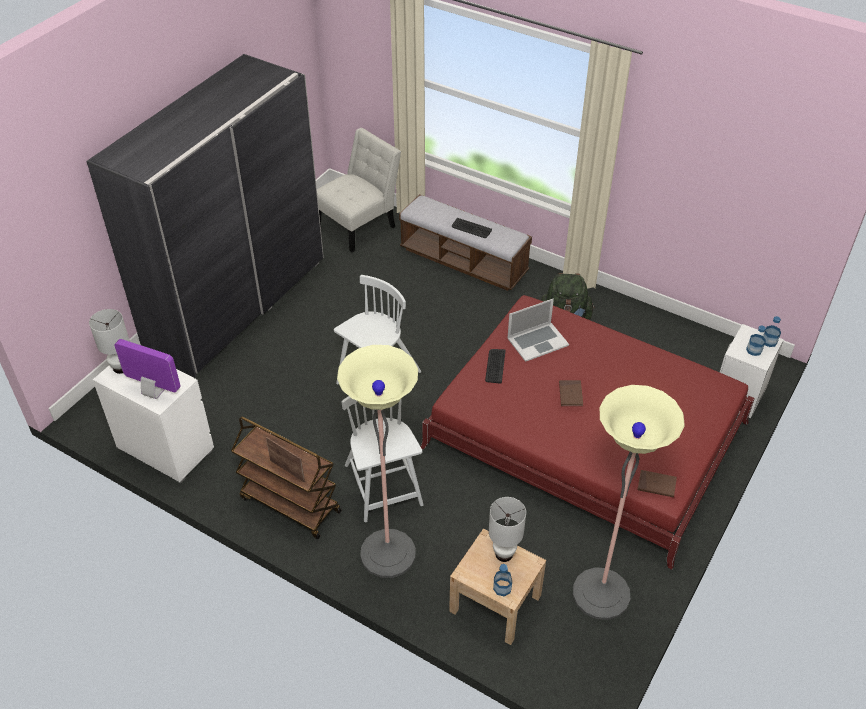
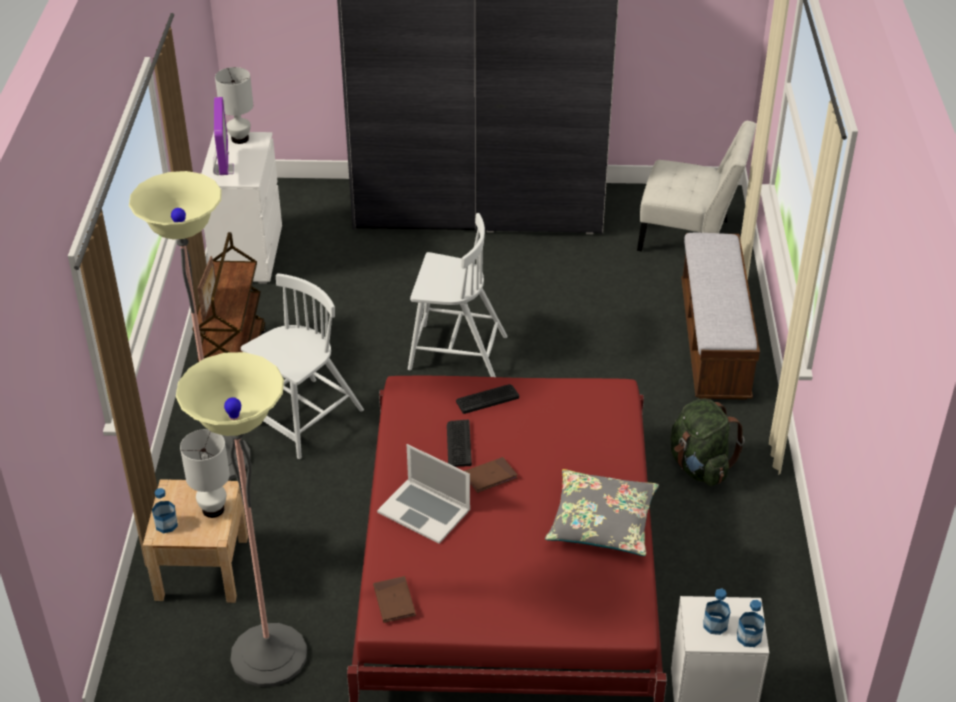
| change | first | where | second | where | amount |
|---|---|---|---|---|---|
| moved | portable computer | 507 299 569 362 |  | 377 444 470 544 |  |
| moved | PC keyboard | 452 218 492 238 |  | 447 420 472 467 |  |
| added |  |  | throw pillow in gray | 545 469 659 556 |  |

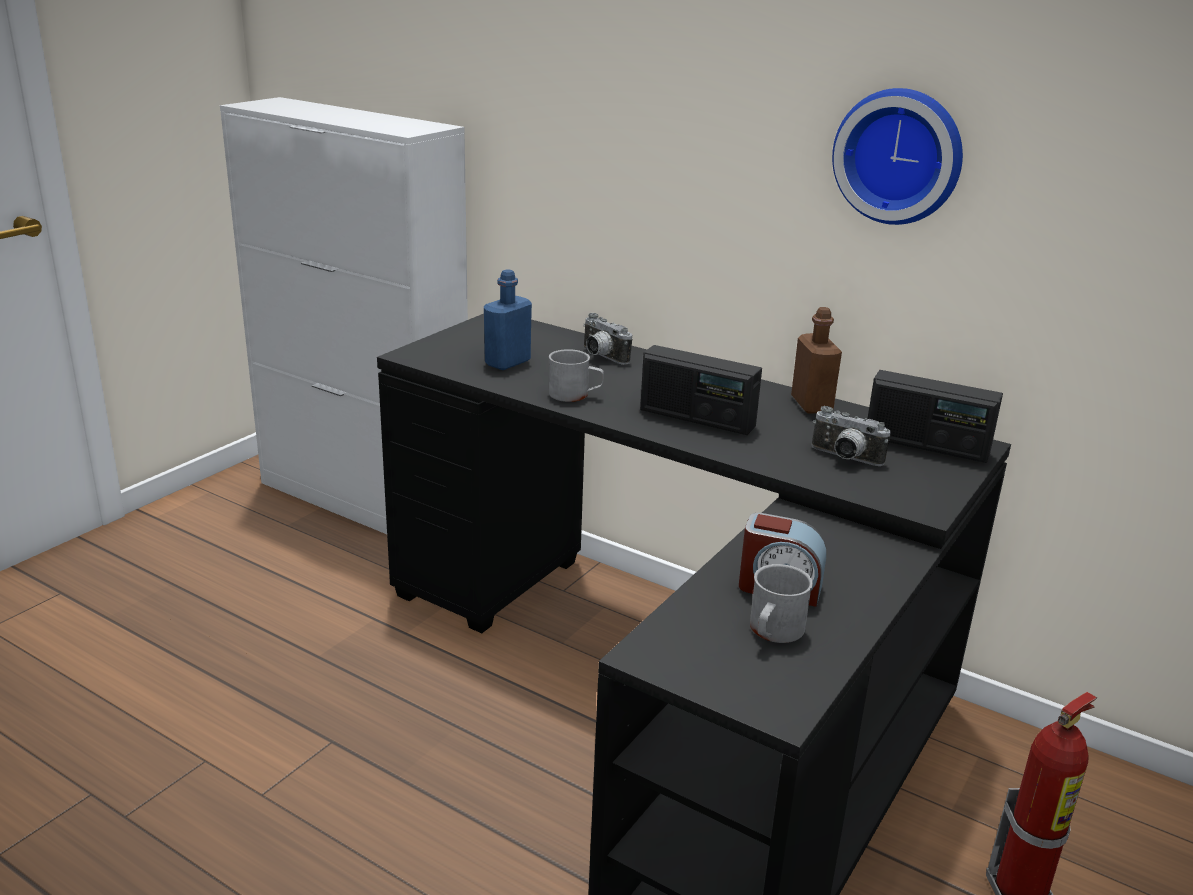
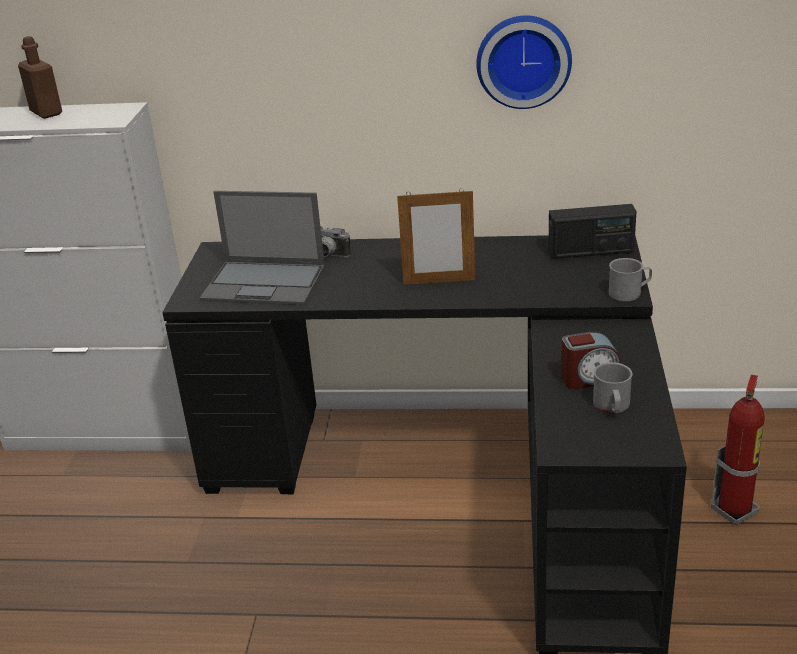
| change | first | where | second | where | amount |
|---|---|---|---|---|---|
| moved | drink bottle in brownish | 791 307 842 414 |  | 18 36 62 119 |  |
| replaced | drink bottle in blue | 484 269 532 370 | portable computer | 200 191 325 305 |  |
| replaced | radio set | 640 345 762 435 | picture frame | 397 188 475 285 |  |
| moved | tea mug in gray | 549 349 604 402 |  | 609 258 652 302 |  |
| removed | still camera | 811 406 891 466 |  |  |  |

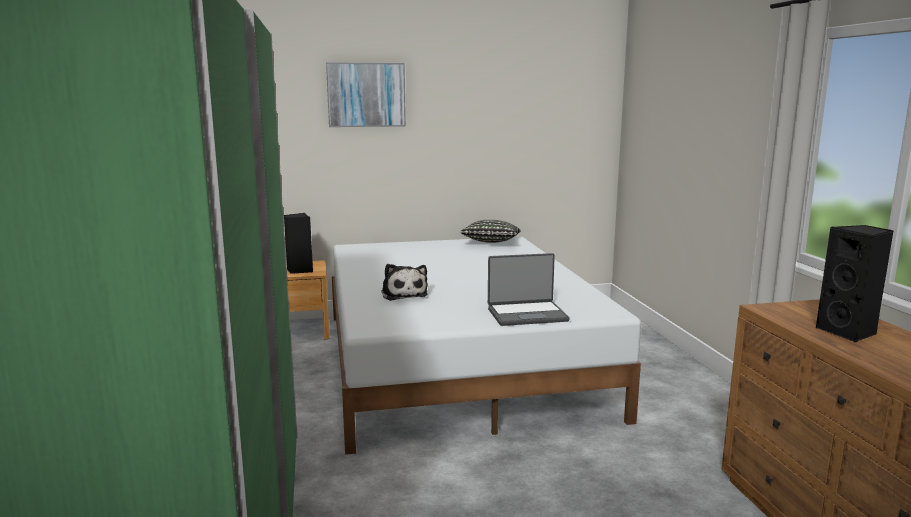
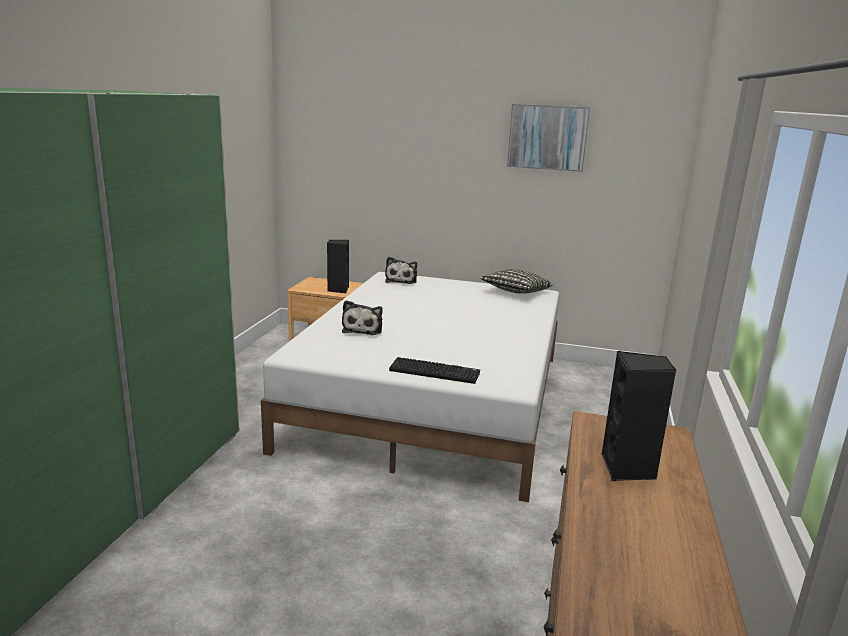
| change | first | where | second | where | amount |
|---|---|---|---|---|---|
| added |  |  | cuddly toy | 385 257 417 284 |  |
| replaced | portable computer | 488 253 570 326 | PC keyboard | 389 357 480 384 |  |
| moved | picture | 326 62 406 127 |  | 507 104 590 172 |  |

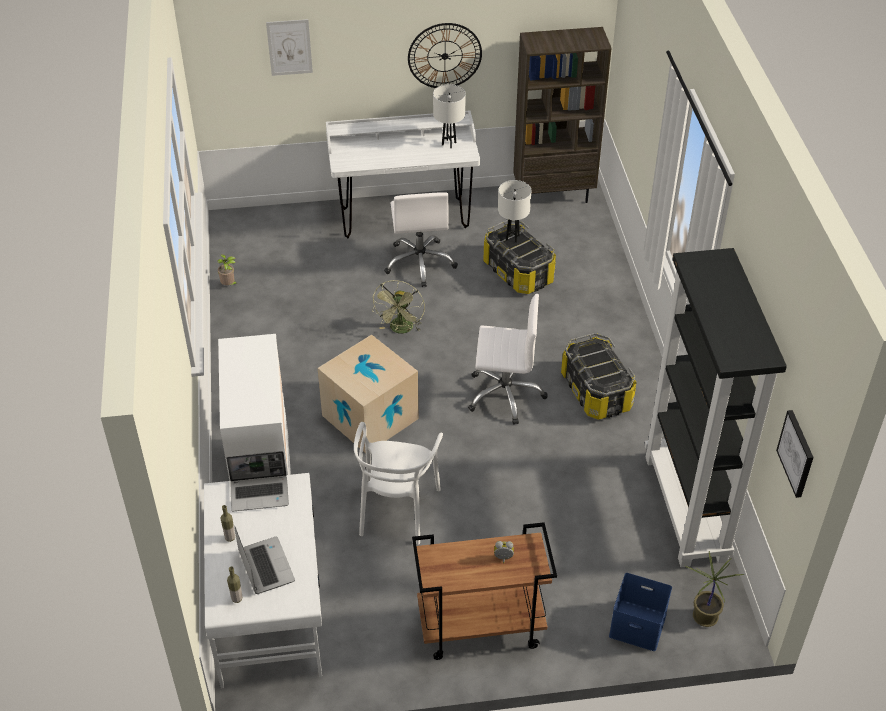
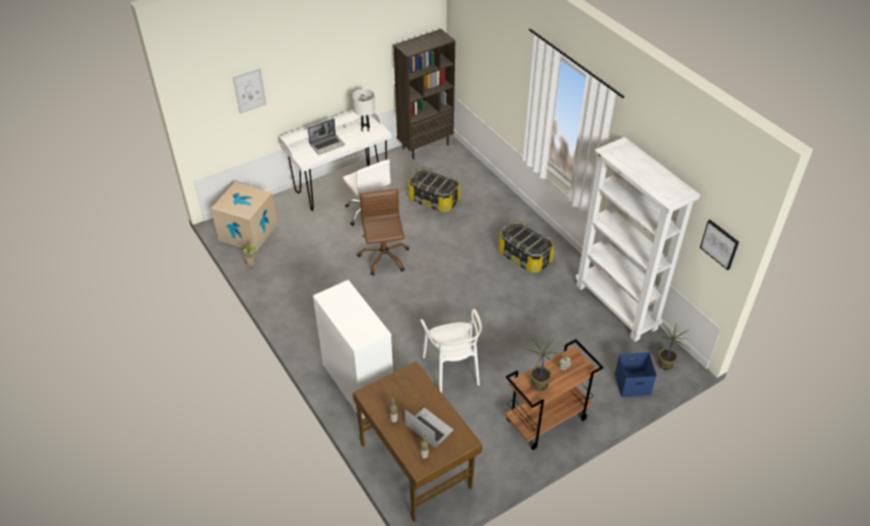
| change | first | where | second | where | amount |
|---|---|---|---|---|---|
| moved | cardboard box | 318 335 419 453 |  | 211 182 278 252 |  |
| moved | portable computer | 226 451 289 511 |  | 308 119 345 155 |  |
| recoloured | desk unit in whitish | 204 473 322 688 | desk unit in brownish | 353 361 482 522 |  |
| replaced | cooling fan in greenish | 372 280 425 334 | desk chair in brownish | 357 189 409 276 |  |
| added |  |  | plant in a pot | 521 338 560 391 |  |
| recoloured | bookcase in blackish | 644 248 787 568 | bookcase in whitish | 575 137 700 342 |  |
| removed | hanging clock | 408 23 482 88 |  |  |  |
| removed | desk chair in whitish | 468 294 548 425 |  |  |  |
| removed | lamp for a table in whitish | 498 180 531 243 |  |  |  |

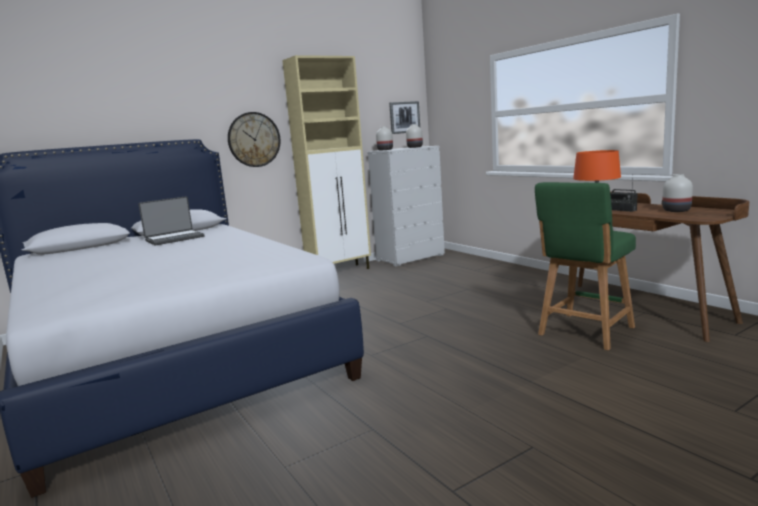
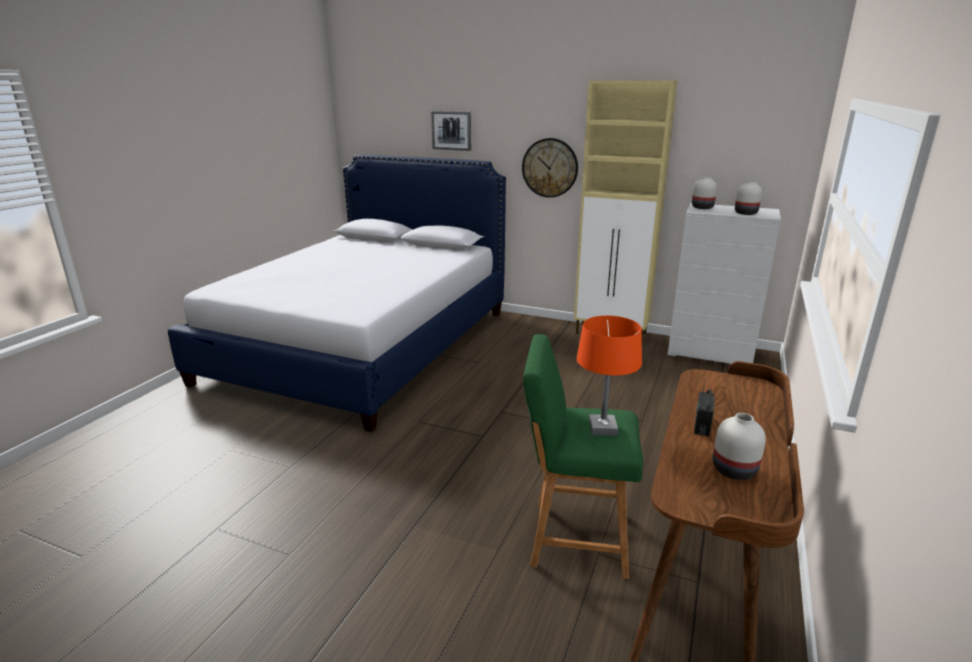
| change | first | where | second | where | amount |
|---|---|---|---|---|---|
| moved | picture | 389 101 420 134 |  | 431 111 471 151 |  |
| removed | portable computer | 138 196 204 245 |  |  |  |

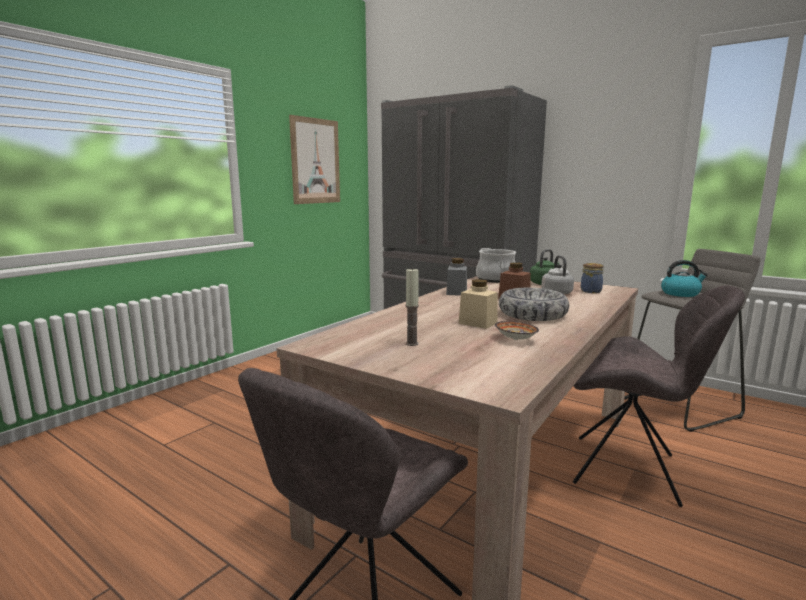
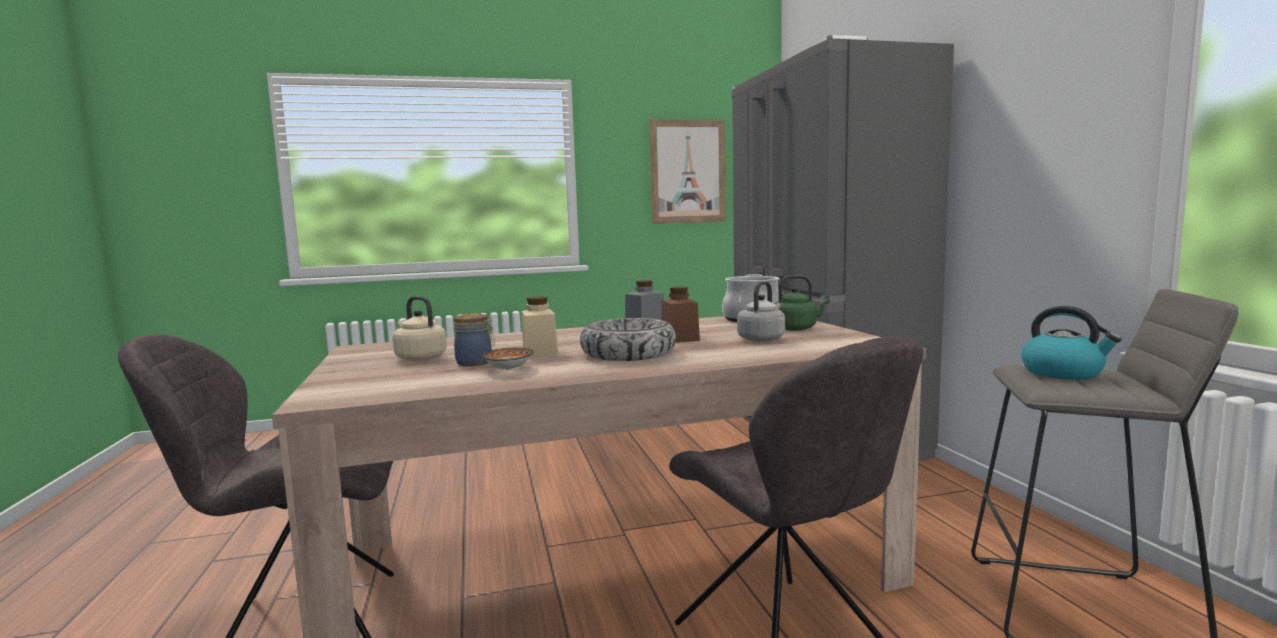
| change | first | where | second | where | amount |
|---|---|---|---|---|---|
| replaced | wax light | 405 268 419 346 | water kettle in beige-coloured | 392 296 447 361 |  |
| moved | storage jar | 581 263 604 293 |  | 454 313 495 367 |  |

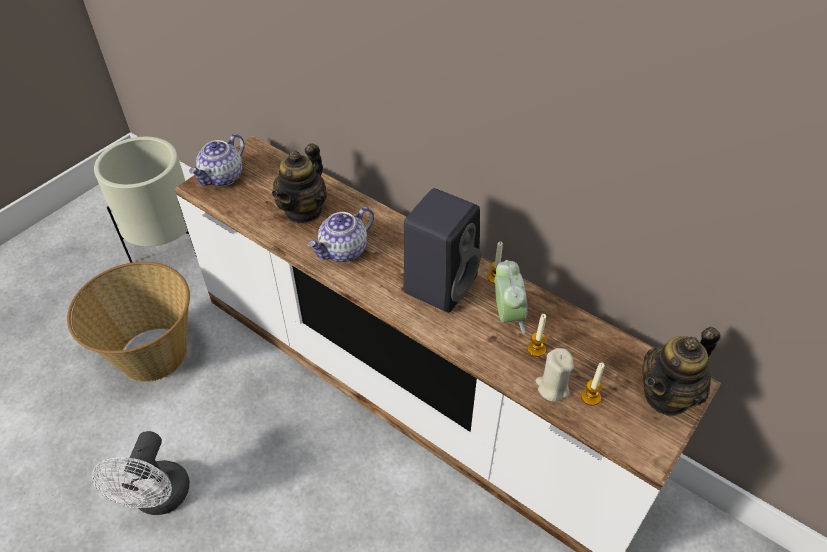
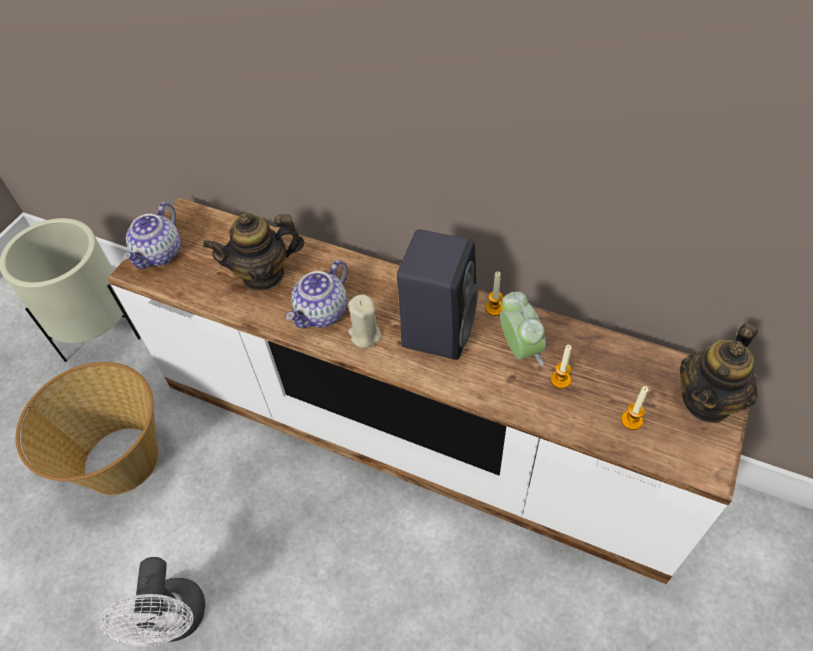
| change | first | where | second | where | amount |
|---|---|---|---|---|---|
| turned | tea pot | 272 143 327 224 |  | 203 213 305 291 | 60 degrees clockwise |
| moved | wax light in beige-coloured | 536 348 574 402 |  | 348 294 381 348 |  |

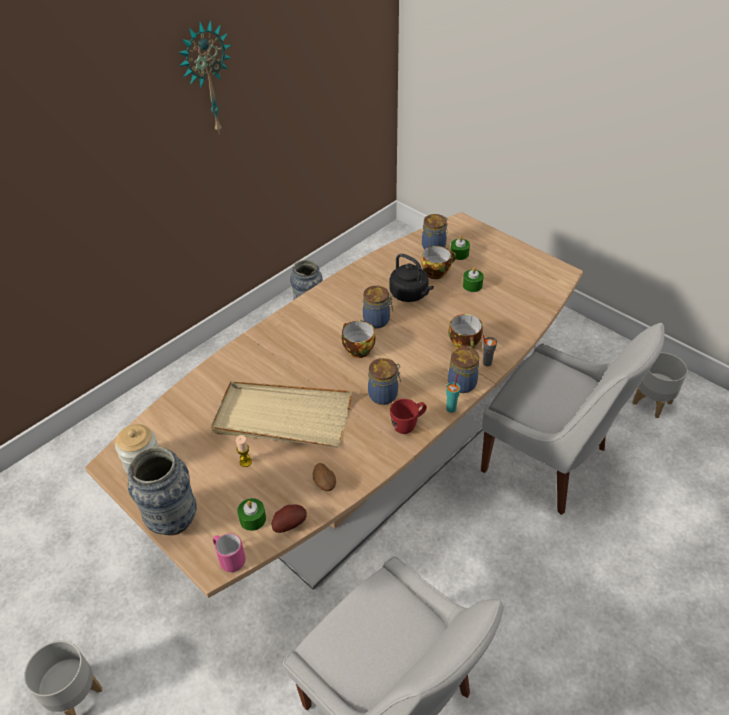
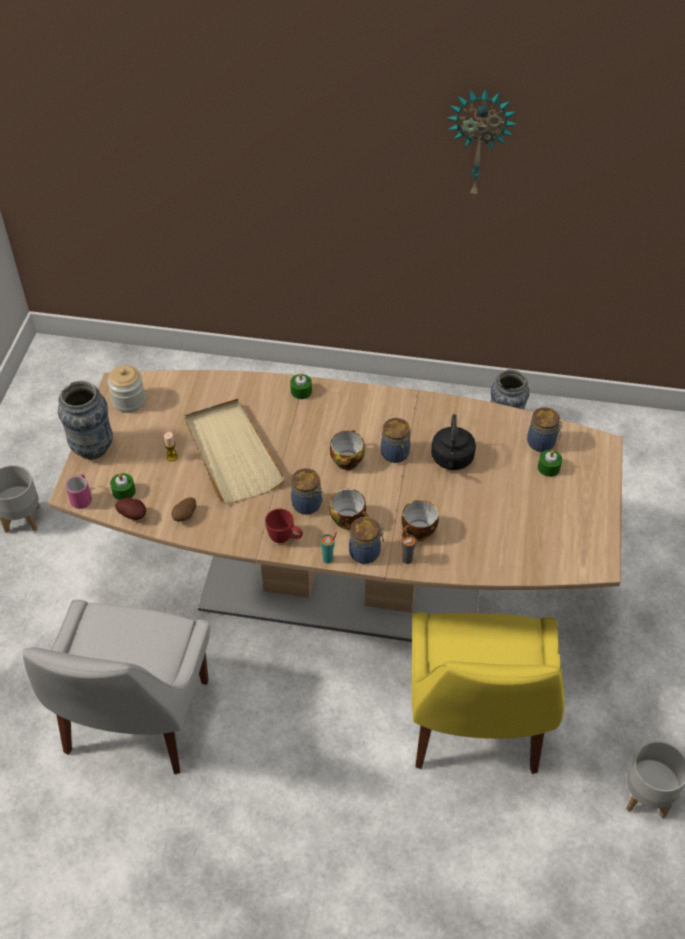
| change | first | where | second | where | amount |
|---|---|---|---|---|---|
| moved | wax light in greenish | 463 267 484 292 |  | 290 373 312 399 |  |
| moved | small cup | 421 246 456 279 |  | 330 489 369 530 |  |
| recoloured | plain chair in whitish | 481 323 665 515 | plain chair in yellow | 411 612 564 774 |  |

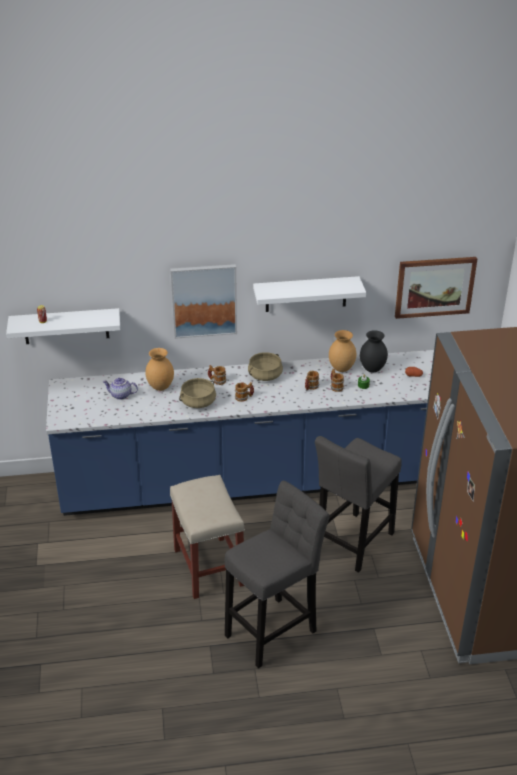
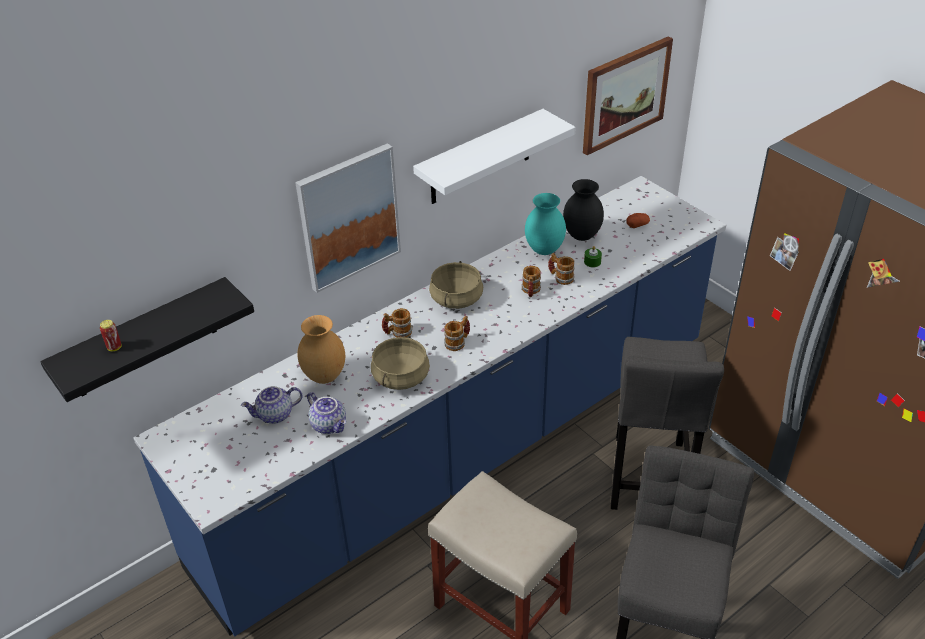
| change | first | where | second | where | amount |
|---|---|---|---|---|---|
| recoloured | wall shelf in whitish | 6 308 120 344 | wall shelf in blackish | 40 277 254 402 |  |
| added |  |  | tea pot | 307 392 346 434 |  |
| recoloured | decorative vase in brownish | 329 330 356 372 | decorative vase in turquoise | 525 193 566 255 |  |

